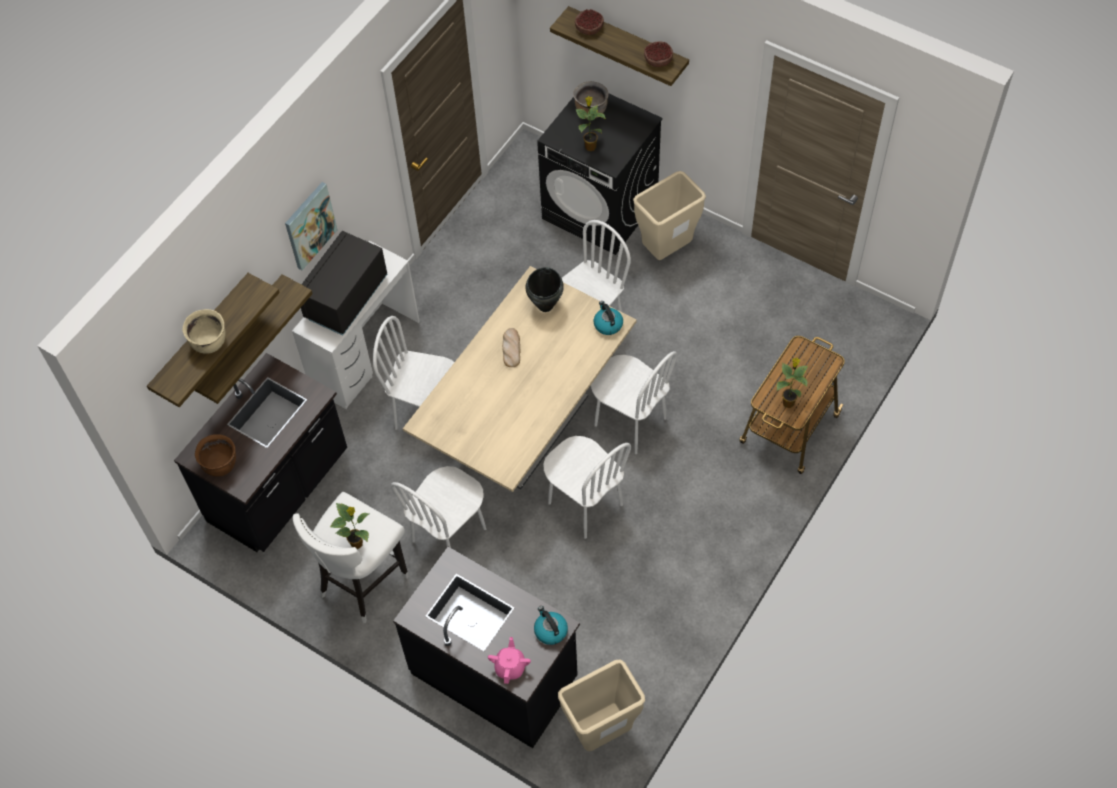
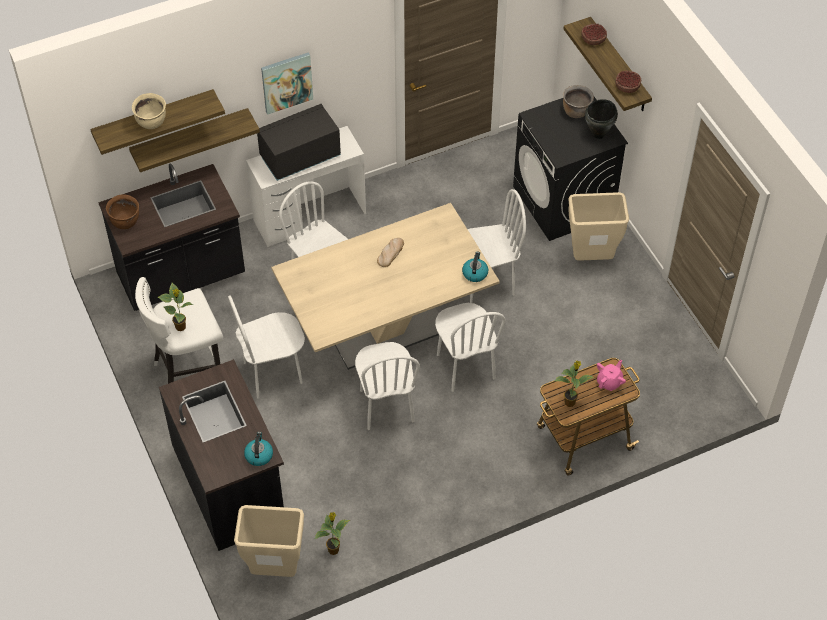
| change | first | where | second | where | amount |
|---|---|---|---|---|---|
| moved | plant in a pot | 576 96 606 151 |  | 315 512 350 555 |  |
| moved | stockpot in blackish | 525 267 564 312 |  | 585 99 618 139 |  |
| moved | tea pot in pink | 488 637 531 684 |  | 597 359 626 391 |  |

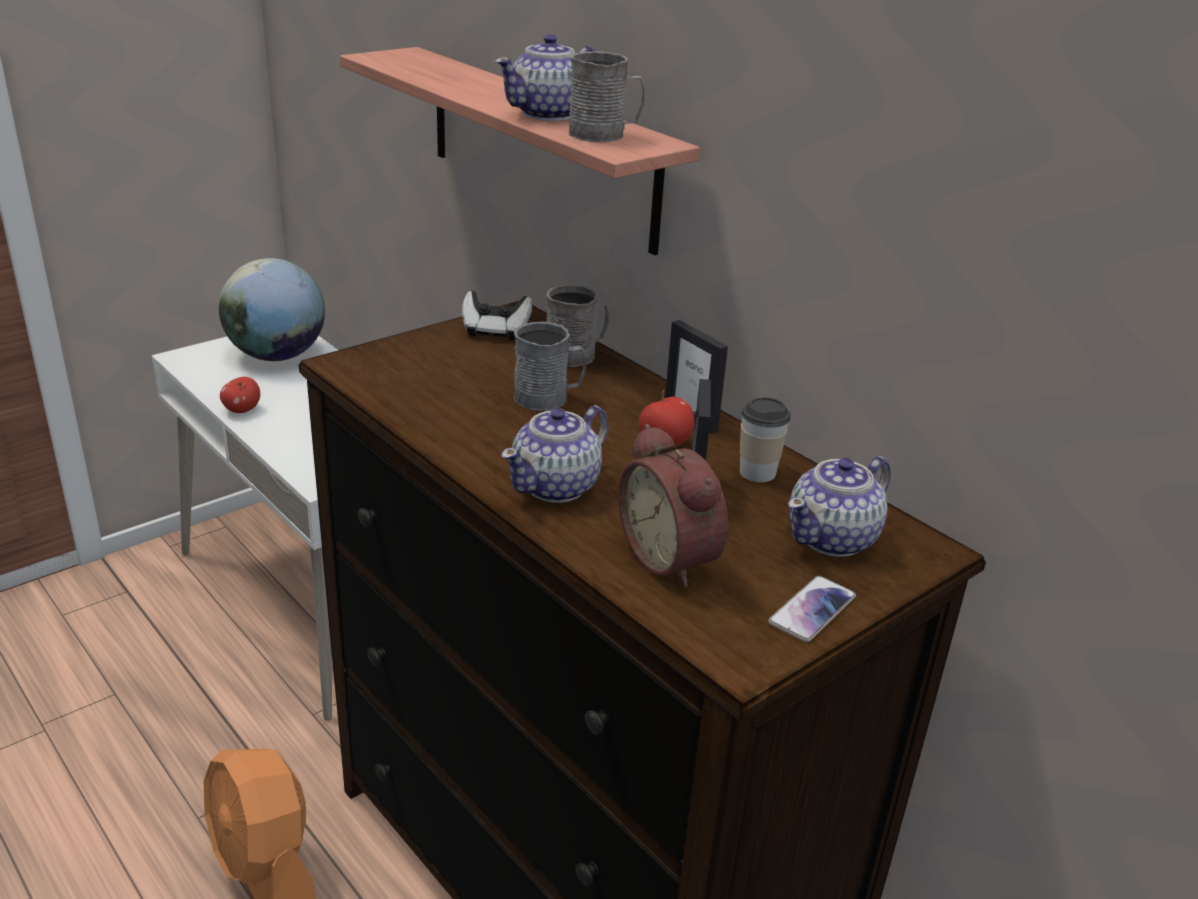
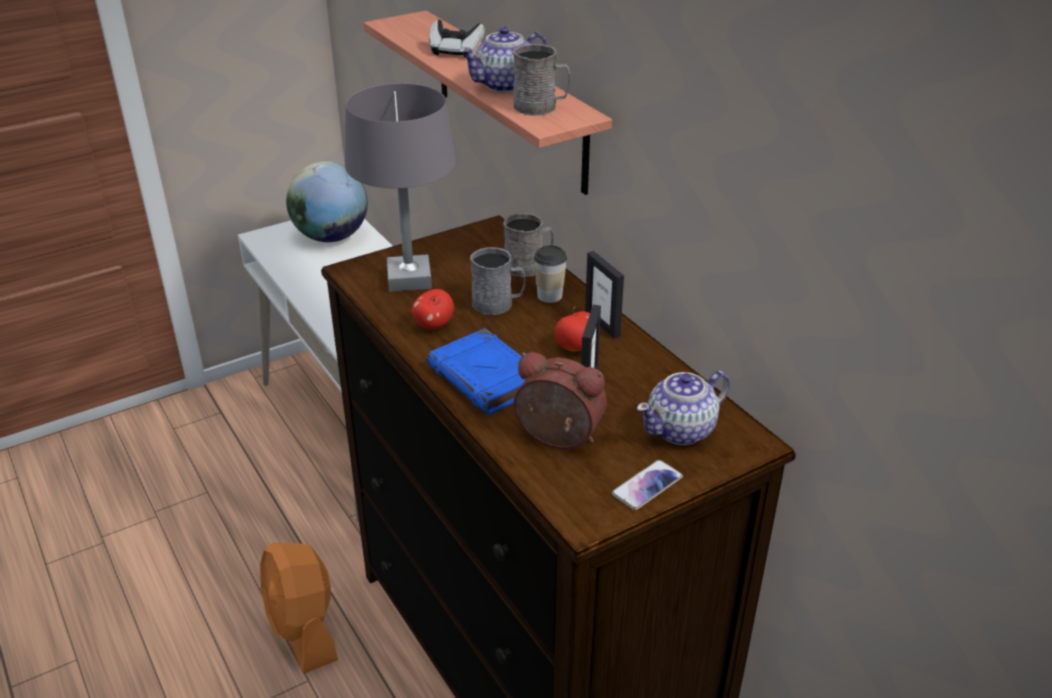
| change | first | where | second | where | amount |
|---|---|---|---|---|---|
| added |  |  | lamp for a table in gray | 345 83 456 292 |  |
| moved | apple | 220 377 260 413 |  | 411 289 454 329 |  |
| replaced | tea pot | 501 405 608 503 | bound book in blue | 427 328 526 415 |  |
| moved | joypad | 462 291 532 340 |  | 429 20 485 58 |  |
| turned | table clock | 618 424 728 588 |  | 514 352 607 450 | 135 degrees clockwise |
| moved | small cup | 740 397 791 482 |  | 534 245 567 303 |  |

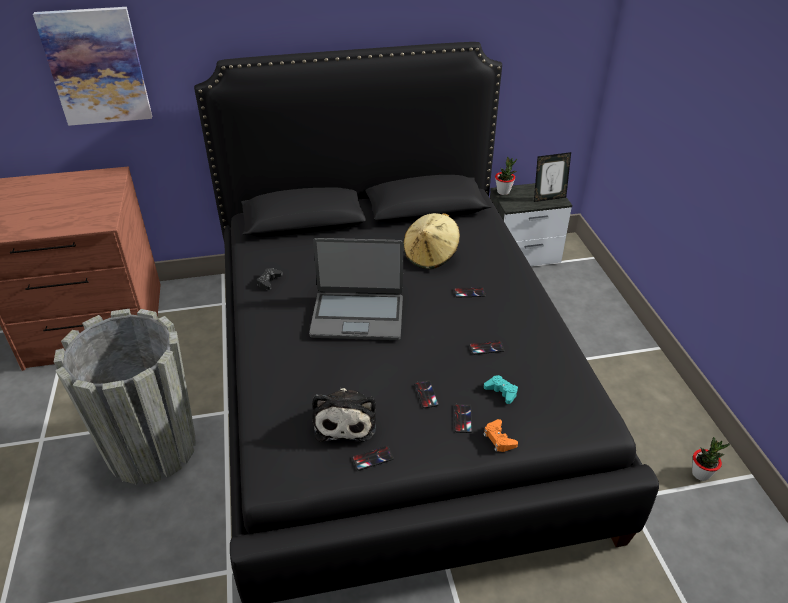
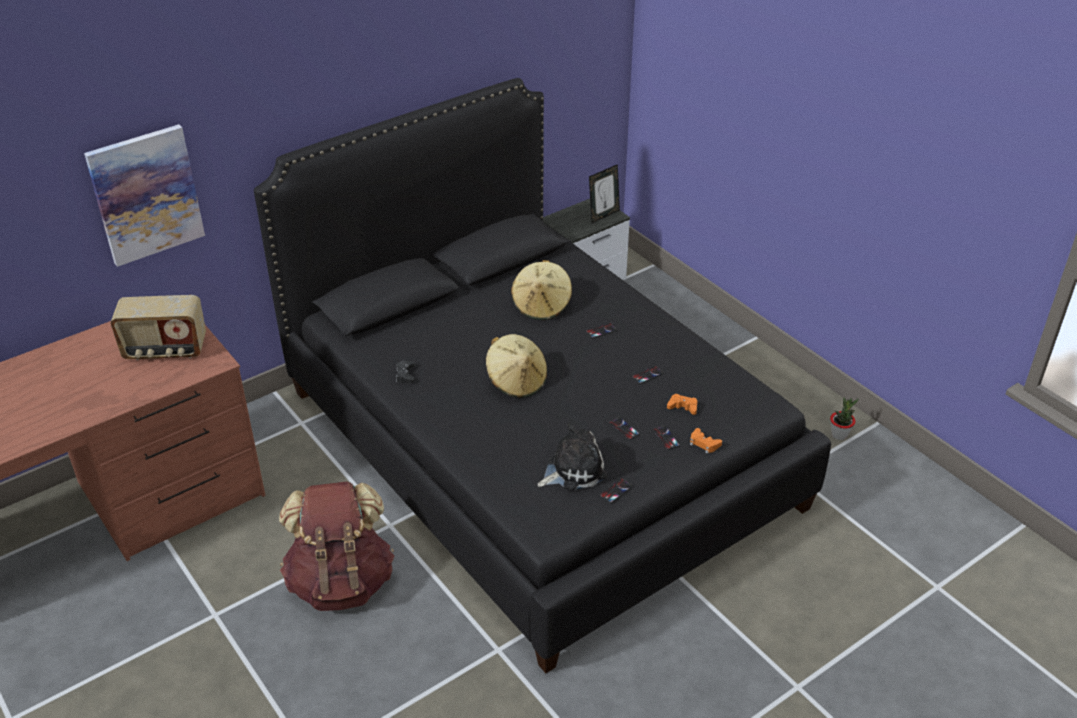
| change | first | where | second | where | amount |
|---|---|---|---|---|---|
| added |  |  | radio set | 111 295 206 360 |  |
| replaced | plant pot in gray | 54 309 196 485 | backpack in brownish | 279 482 395 611 |  |
| replaced | portable computer | 309 238 403 340 | hat in beige-coloured | 486 334 547 398 |  |
| turned | cuddly toy | 312 388 376 442 |  | 537 423 607 491 | 90 degrees counterclockwise |
| recoloured | joypad in turquoise | 484 375 518 404 | joypad in orangey | 667 394 697 415 |  |
| removed | plant in a pot | 495 157 517 195 |  |  |  |

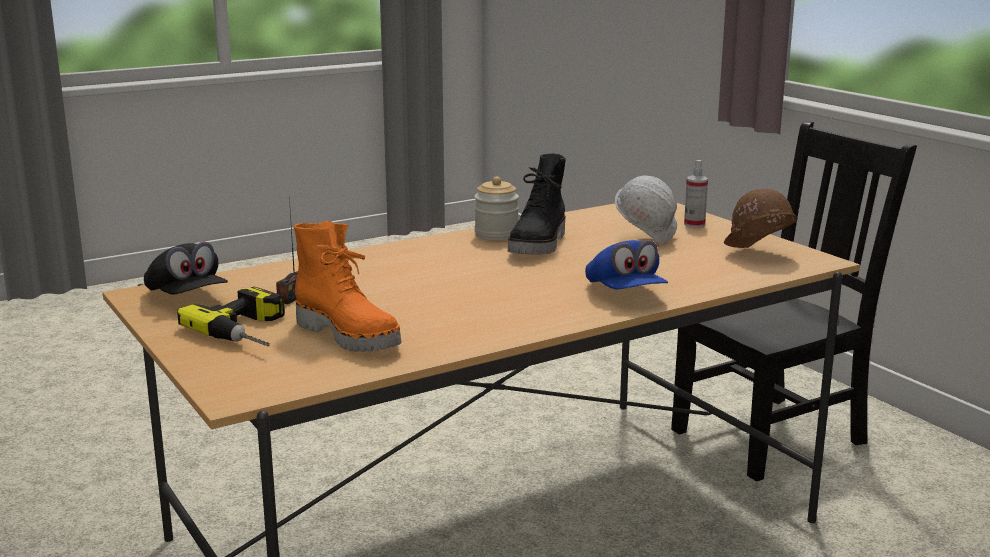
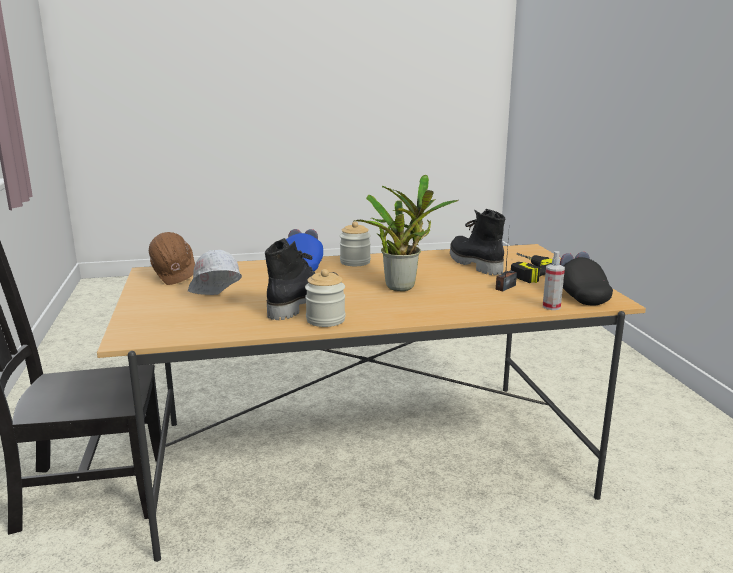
| change | first | where | second | where | amount |
|---|---|---|---|---|---|
| added |  |  | storage jar | 340 222 371 266 |  |
| added |  |  | plant in a pot | 354 175 458 291 |  |
| recoloured | high-top boot in orangey | 293 221 402 352 | high-top boot in blackish | 450 209 505 275 |  |
| moved | spray bottle | 684 160 708 228 |  | 543 251 565 310 |  |

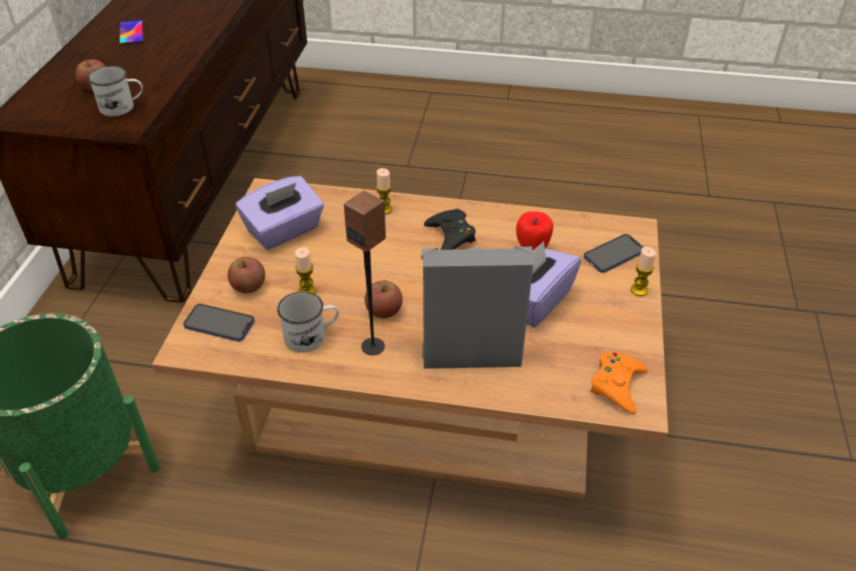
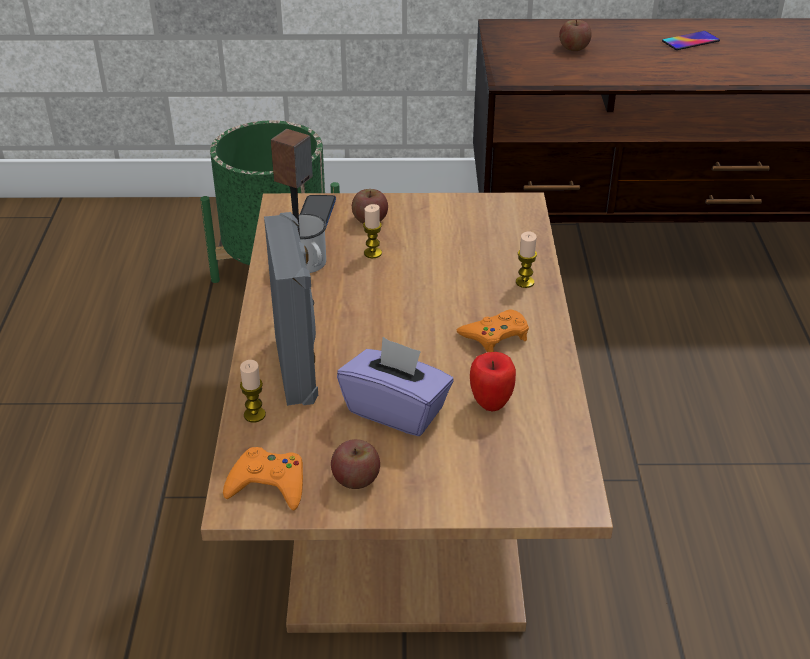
| change | first | where | second | where | amount |
|---|---|---|---|---|---|
| moved | wax light | 631 247 656 296 |  | 240 360 266 422 |  |
| moved | apple | 365 280 403 318 |  | 331 439 380 489 |  |
| recoloured | joypad in blackish | 424 209 476 250 | joypad in orangey | 457 309 529 352 |  |
| removed | tea mug in whitish | 88 66 143 116 |  |  |  |
| removed | tissue box in purplish | 236 176 324 250 |  |  |  |
| removed | telephone | 584 234 643 273 |  |  |  |

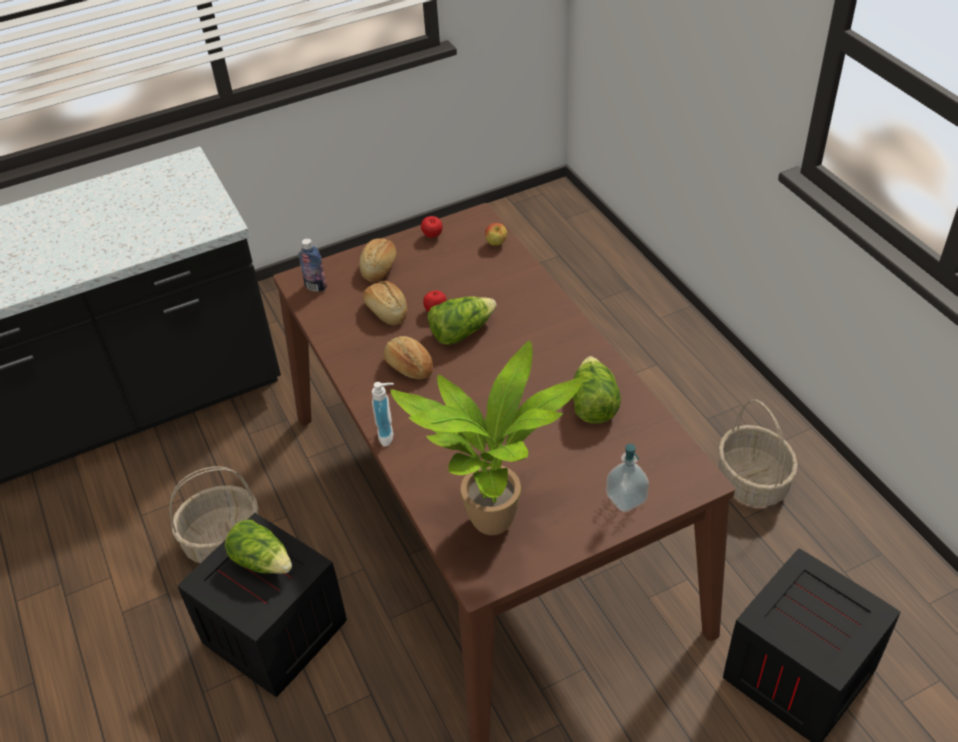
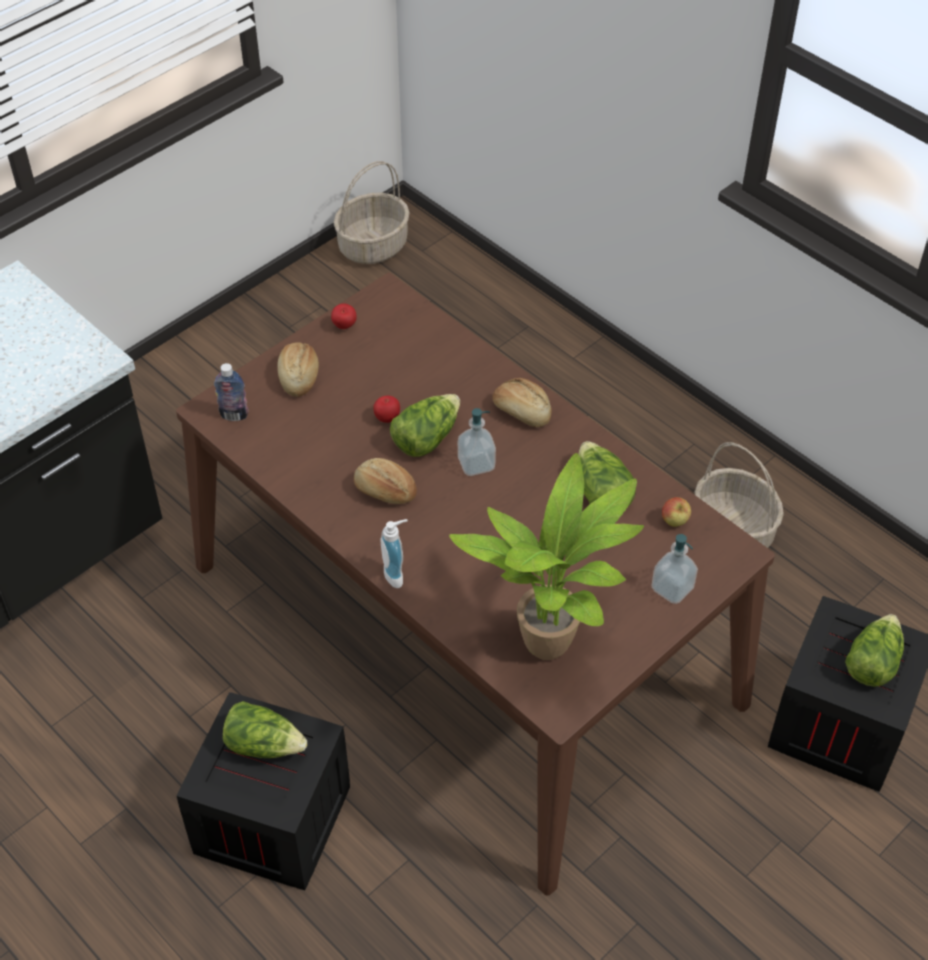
| change | first | where | second | where | amount |
|---|---|---|---|---|---|
| moved | household basket | 170 466 258 563 |  | 334 161 410 264 |  |
| added |  |  | soap bottle | 458 408 496 476 |  |
| moved | bread | 363 281 408 325 |  | 492 378 552 427 |  |
| moved | apple | 485 223 507 246 |  | 662 497 691 527 |  |
| added |  |  | lettuce | 845 614 904 687 |  |

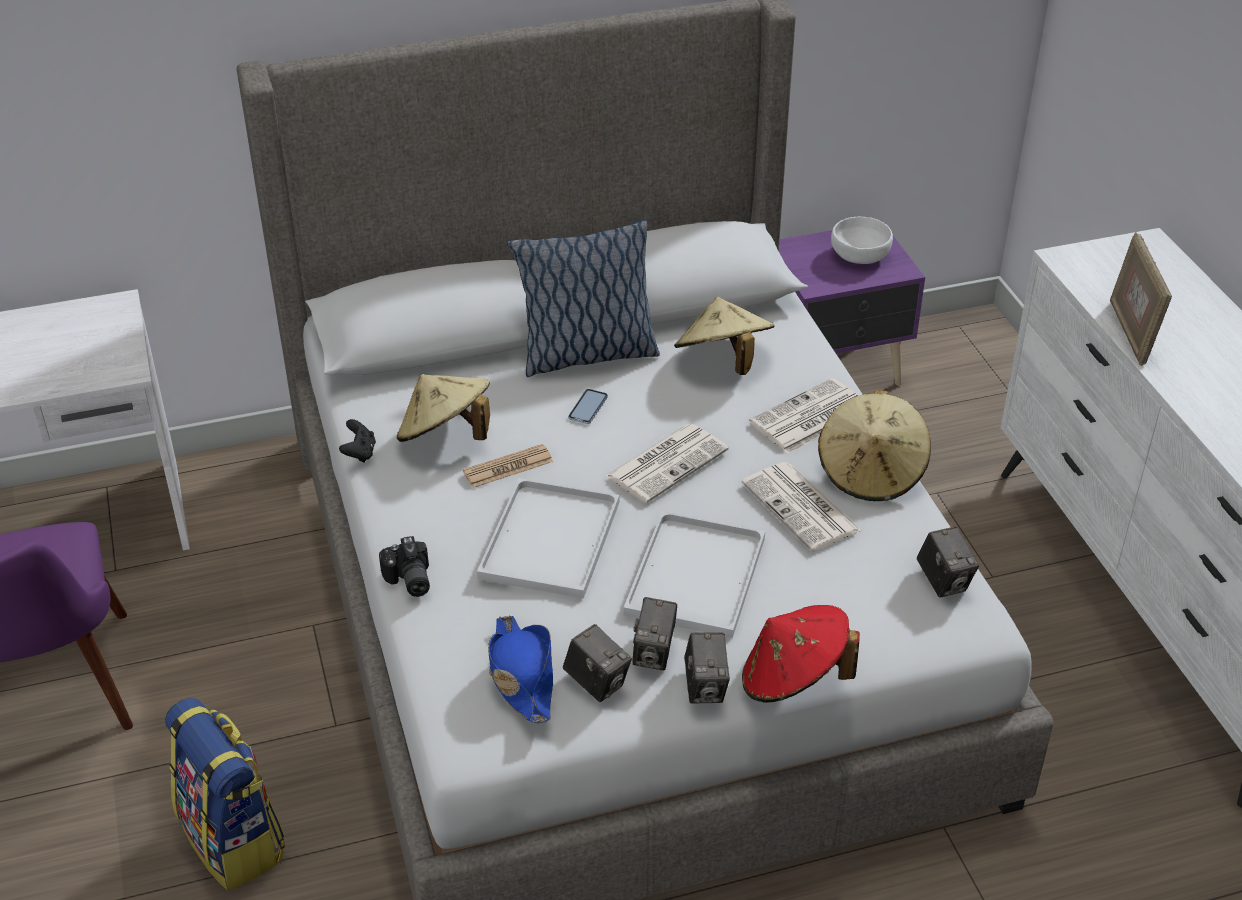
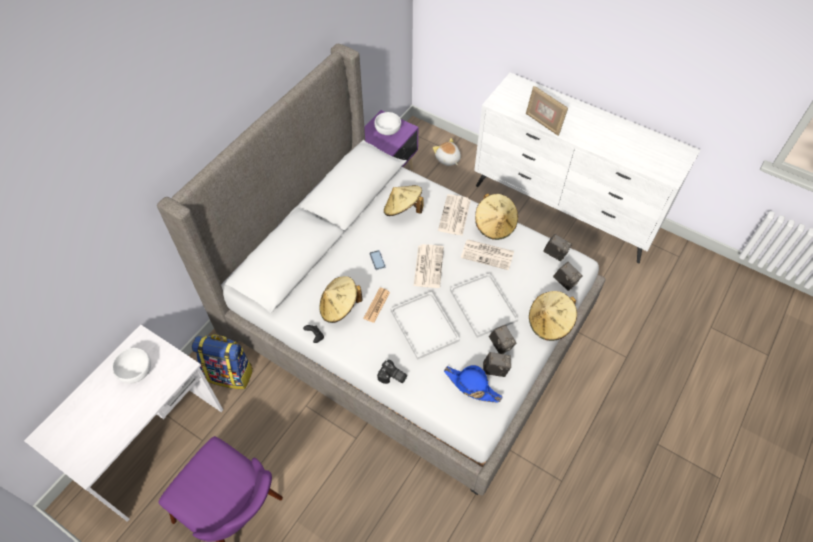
| change | first | where | second | where | amount |
|---|---|---|---|---|---|
| added |  |  | deep dish in whitish | 112 348 151 384 |  |
| moved | backpack | 165 697 285 891 |  | 192 334 253 389 |  |
| added |  |  | cuddly toy | 433 138 461 166 |  |
| recoloured | hat in red | 742 605 860 703 | hat in beige-coloured | 529 291 577 341 |  |
| moved | still camera | 684 632 730 703 |  | 553 262 583 291 |  |
| removed | throw pillow | 507 220 660 377 |  |  |  |

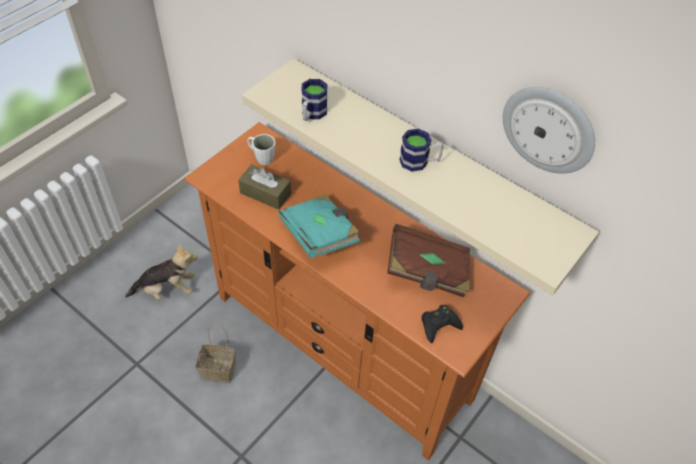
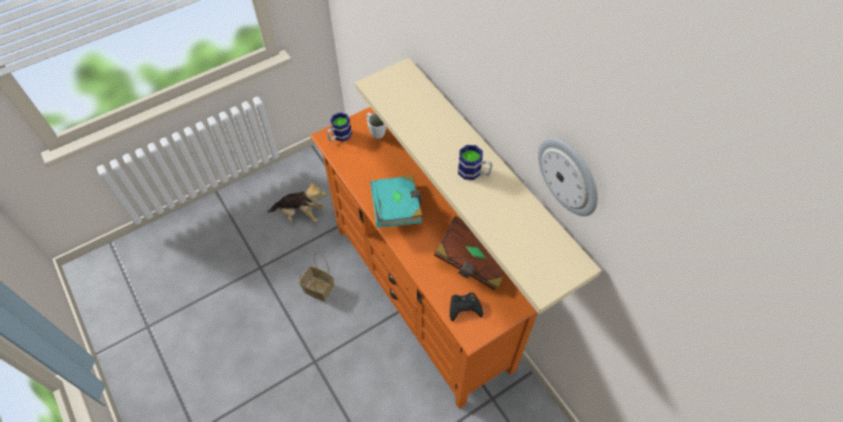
| change | first | where | second | where | amount |
|---|---|---|---|---|---|
| moved | tea mug | 301 79 327 121 |  | 327 113 352 142 |  |
| removed | tissue box in brownish | 238 164 291 210 |  |  |  |

